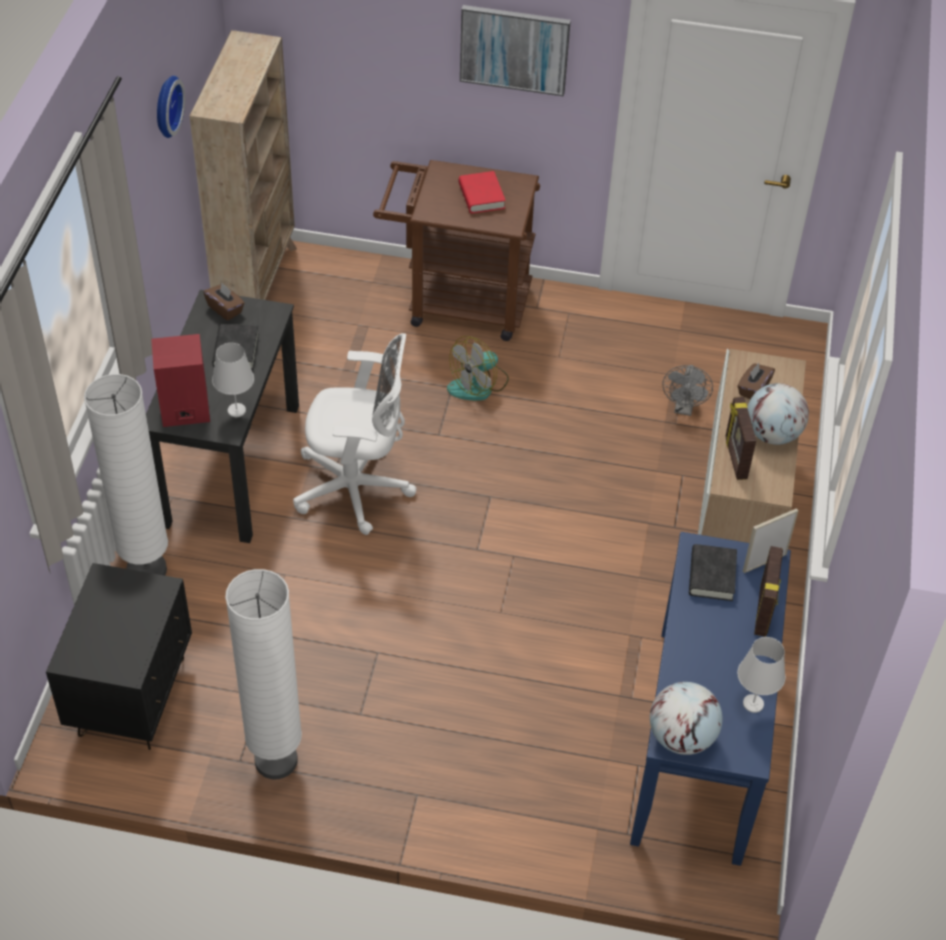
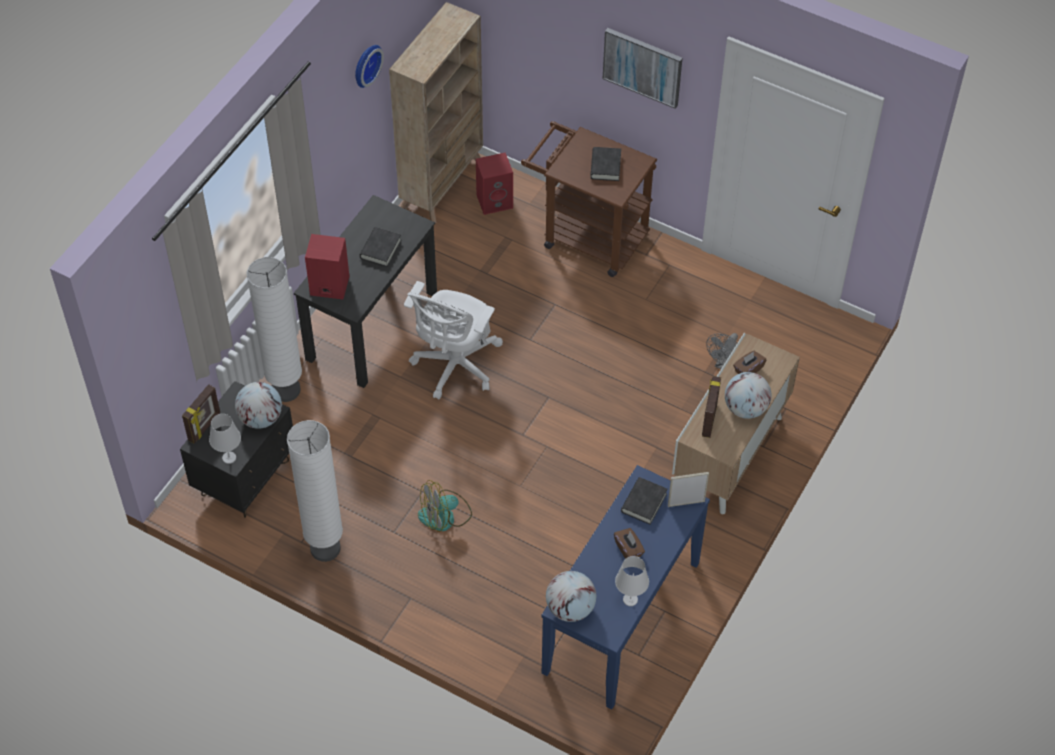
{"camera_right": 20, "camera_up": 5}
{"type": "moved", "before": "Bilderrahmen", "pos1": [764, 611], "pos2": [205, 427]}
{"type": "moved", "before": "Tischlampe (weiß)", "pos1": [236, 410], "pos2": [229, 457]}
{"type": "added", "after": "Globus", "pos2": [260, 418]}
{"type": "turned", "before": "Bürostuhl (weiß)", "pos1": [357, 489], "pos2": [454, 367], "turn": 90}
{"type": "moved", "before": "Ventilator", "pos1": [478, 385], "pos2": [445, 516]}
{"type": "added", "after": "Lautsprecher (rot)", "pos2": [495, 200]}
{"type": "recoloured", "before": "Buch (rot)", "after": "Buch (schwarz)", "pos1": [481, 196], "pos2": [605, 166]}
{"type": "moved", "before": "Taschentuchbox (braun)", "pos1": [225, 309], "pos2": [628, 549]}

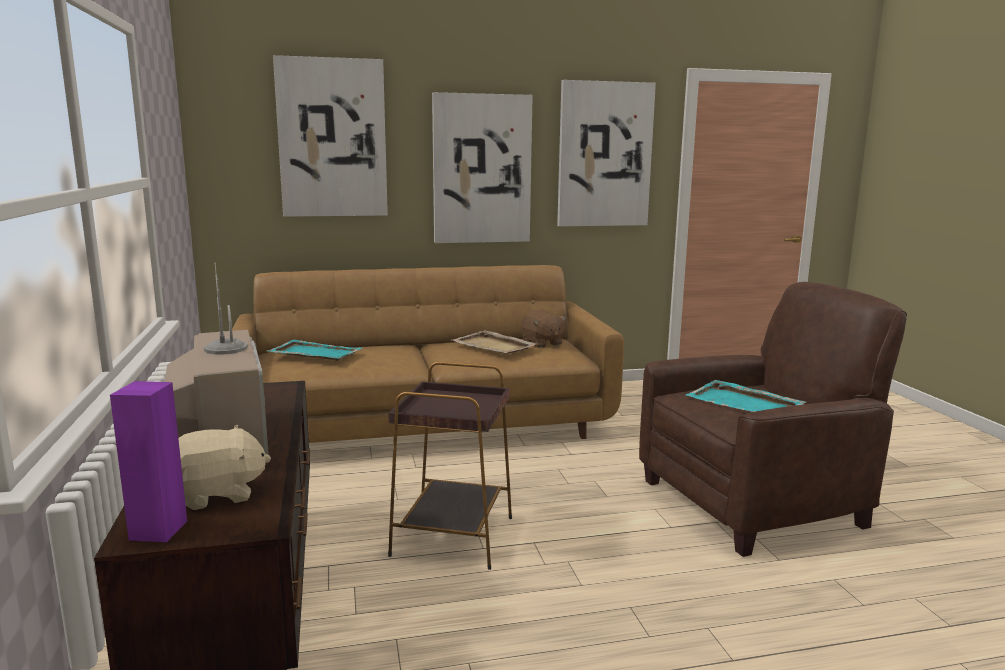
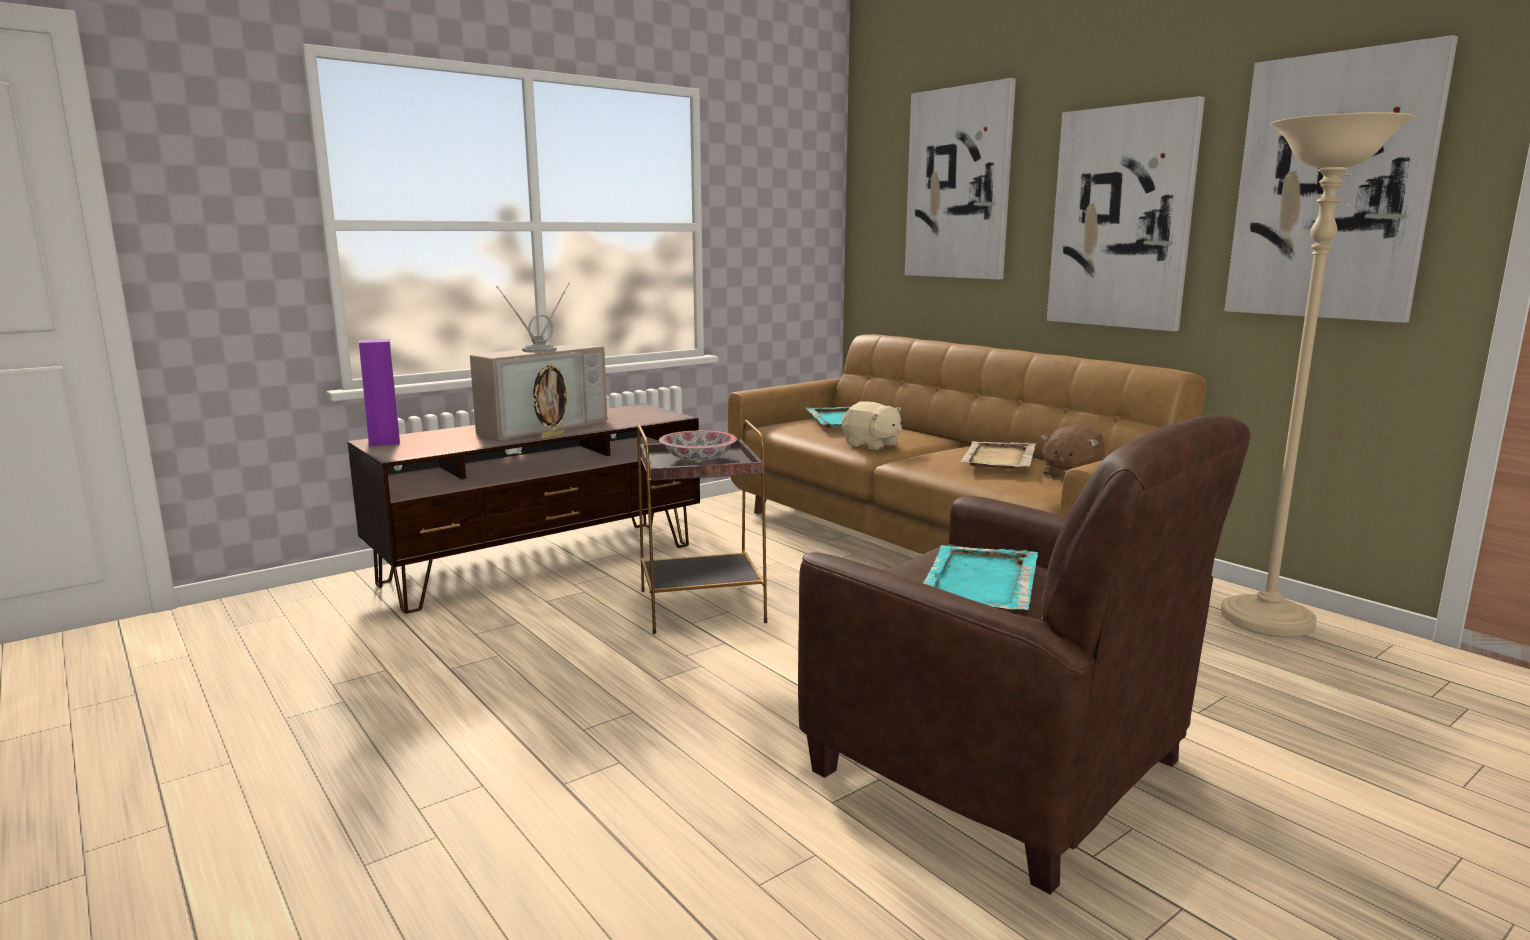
{"camera_right": 65, "camera_up": 0}
{"type": "added", "after": "Bilderrahmen", "pos2": [552, 436]}
{"type": "added", "after": "Schüssel", "pos2": [698, 458]}
{"type": "moved", "before": "Plüschtier (beige)", "pos1": [217, 494], "pos2": [871, 445]}
{"type": "added", "after": "Stehlampe (beige)", "pos2": [1267, 621]}

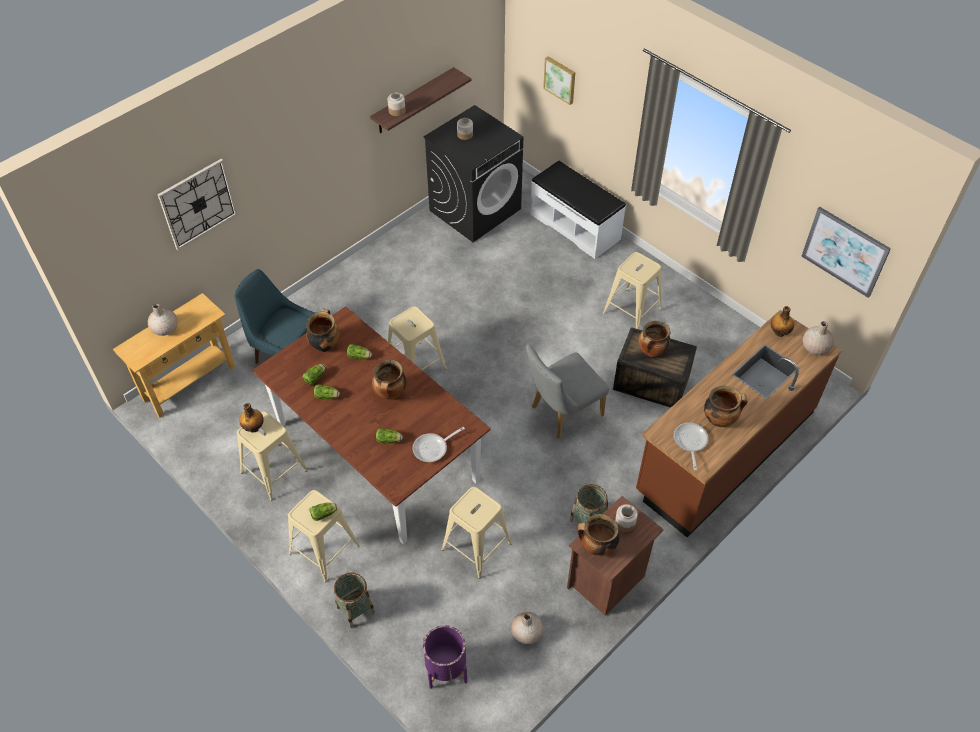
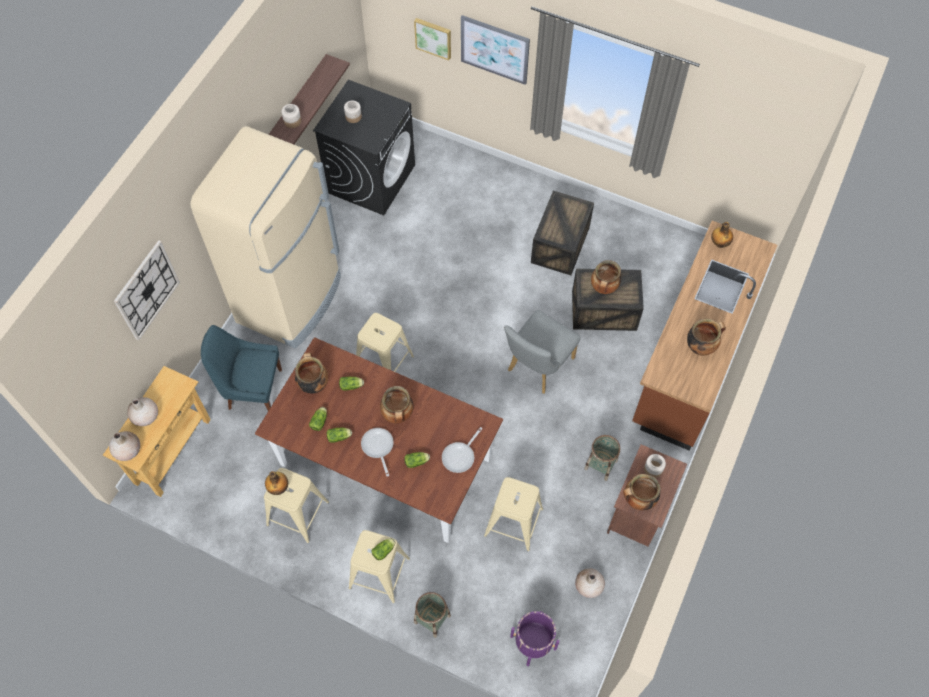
{"camera_right": -20, "camera_up": 10}
{"type": "moved", "before": "Vase (beige)", "pos1": [814, 347], "pos2": [127, 450]}
{"type": "added", "after": "Kühlschrank (beige)", "pos2": [291, 299]}
{"type": "moved", "before": "Pfanne", "pos1": [690, 442], "pos2": [378, 447]}
{"type": "moved", "before": "Bild", "pos1": [845, 251], "pos2": [494, 49]}
{"type": "replaced", "before": "Hocker (beige)", "after": "Kiste", "pos1": [632, 311], "pos2": [560, 244]}
{"type": "removed", "before": "Bank (weiß)", "pos1": [575, 226]}

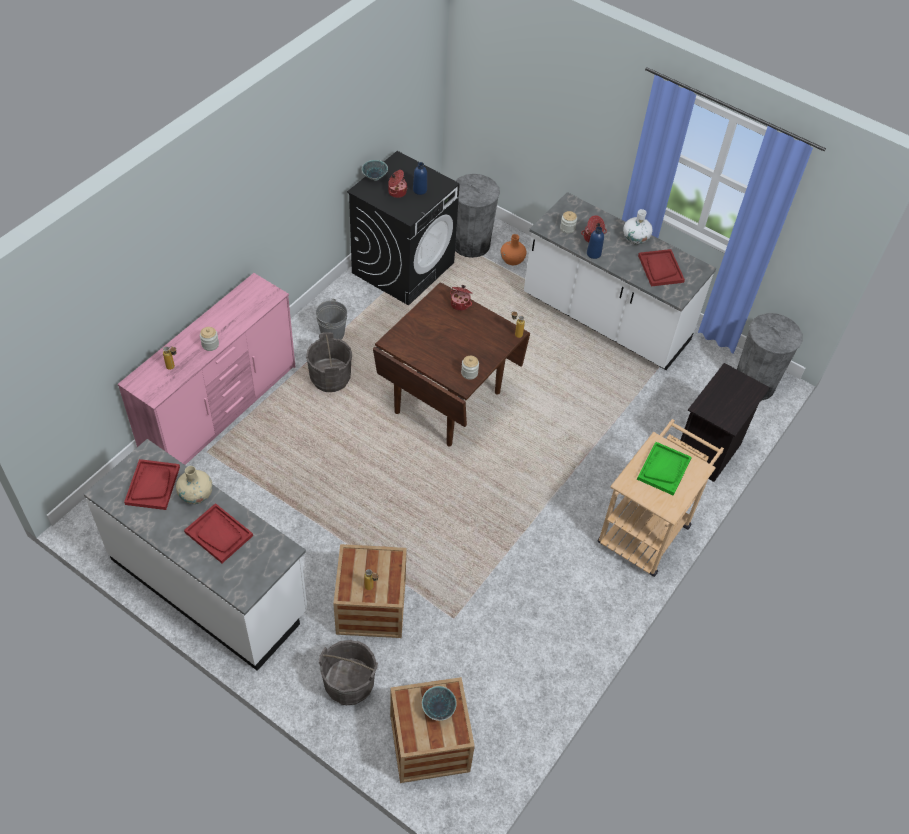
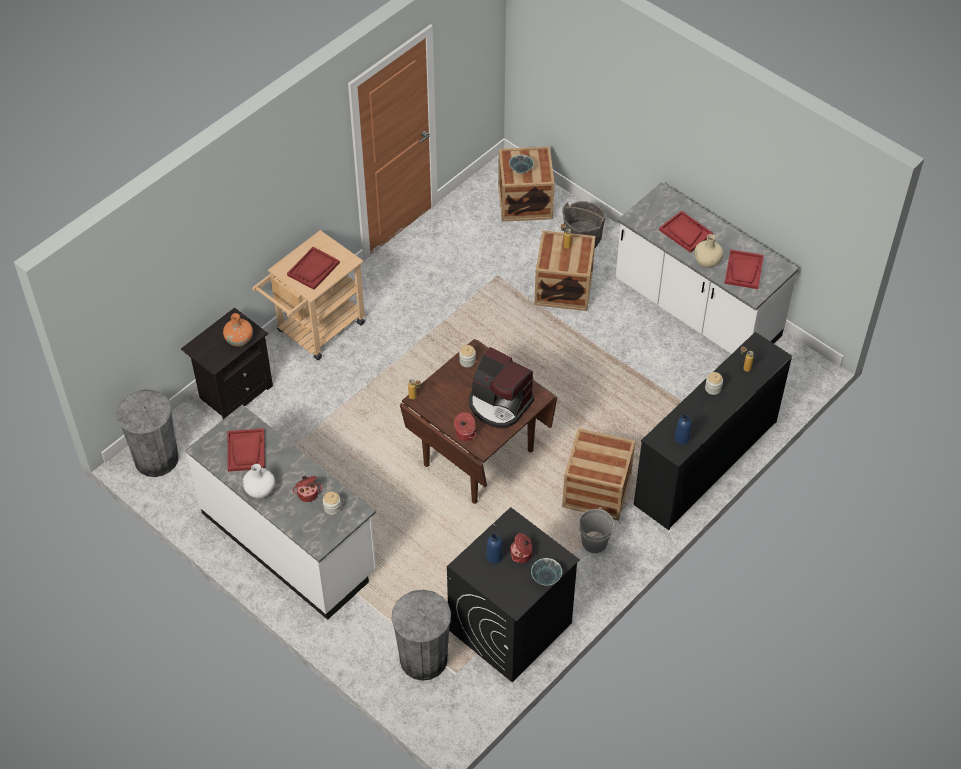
{"camera_right": -170, "camera_up": 0}
{"type": "moved", "before": "Vase (orange)", "pos1": [512, 260], "pos2": [239, 340]}
{"type": "recoloured", "before": "Tablett (grün)", "after": "Tablett (rot)", "pos1": [663, 469], "pos2": [313, 269]}
{"type": "added", "after": "Kaffeemaschine", "pos2": [499, 404]}
{"type": "replaced", "before": "Eimer (grau)", "after": "Kiste", "pos1": [330, 378], "pos2": [597, 490]}
{"type": "recoloured", "before": "Kommode (rosa)", "after": "Kommode (schwarz)", "pos1": [221, 410], "pos2": [704, 462]}
{"type": "moved", "before": "Flasche (blau)", "pos1": [593, 254], "pos2": [682, 438]}

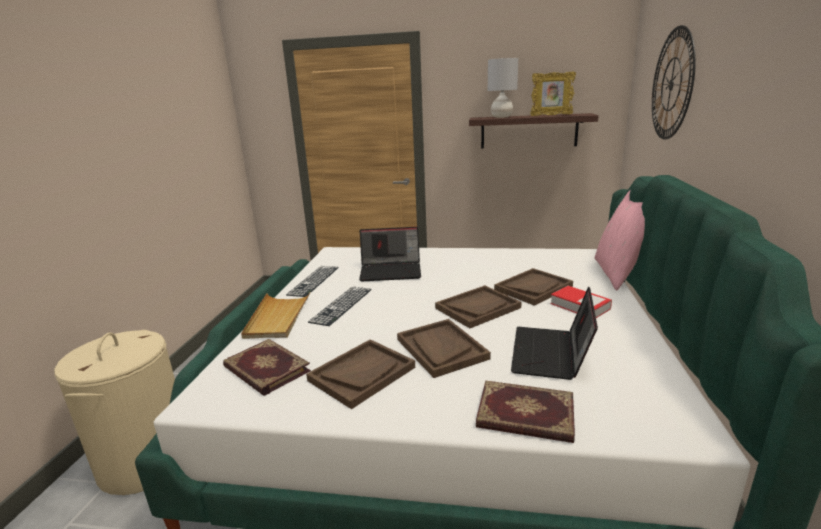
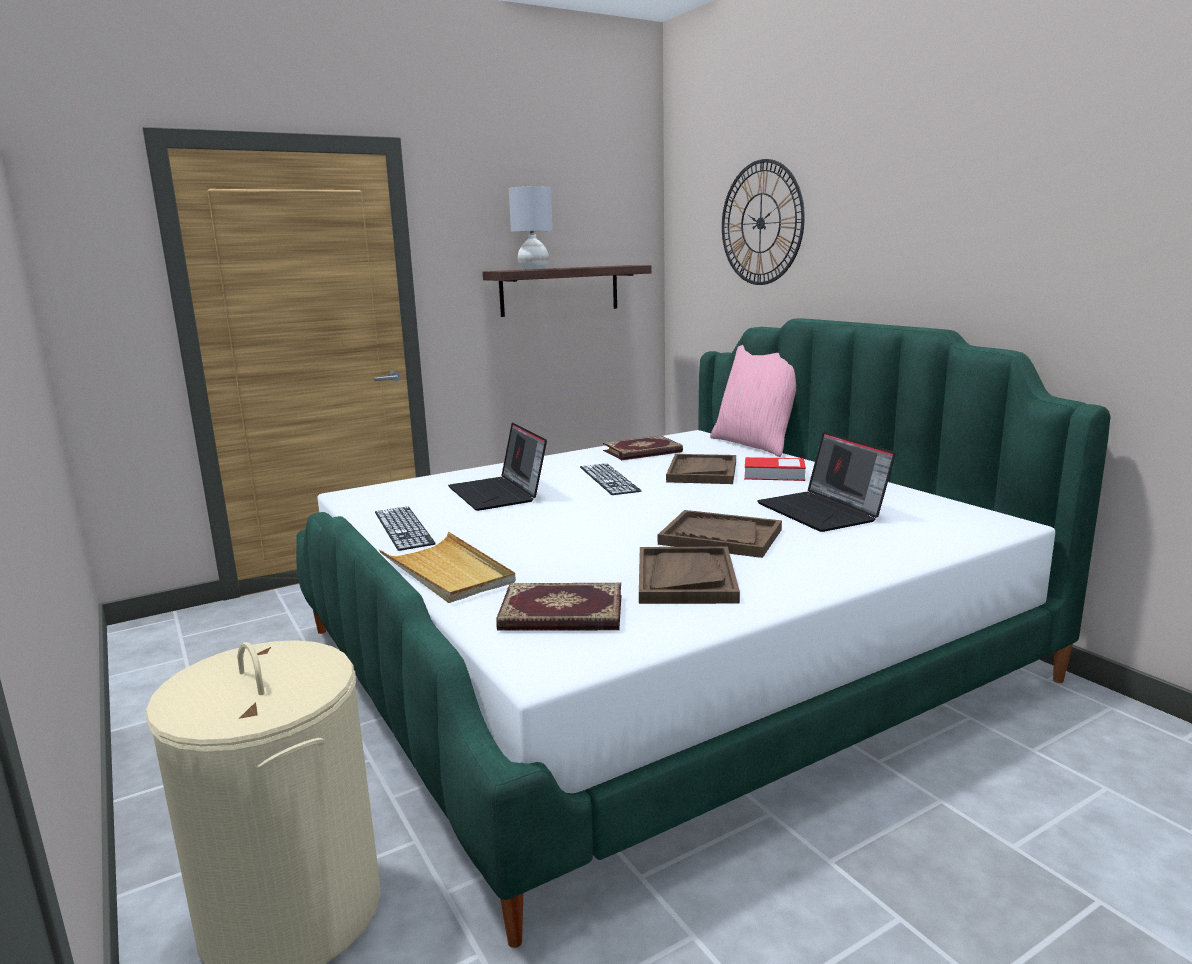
{"camera_right": -40, "camera_up": -5}
{"type": "turned", "before": "Laptop", "pos1": [391, 271], "pos2": [499, 494], "turn": 105}
{"type": "moved", "before": "Tastatur", "pos1": [342, 305], "pos2": [609, 479]}
{"type": "moved", "before": "Buch", "pos1": [525, 415], "pos2": [643, 452]}
{"type": "removed", "before": "Tablett (braun)", "pos1": [478, 308]}
{"type": "removed", "before": "Bilderrahmen", "pos1": [551, 115]}

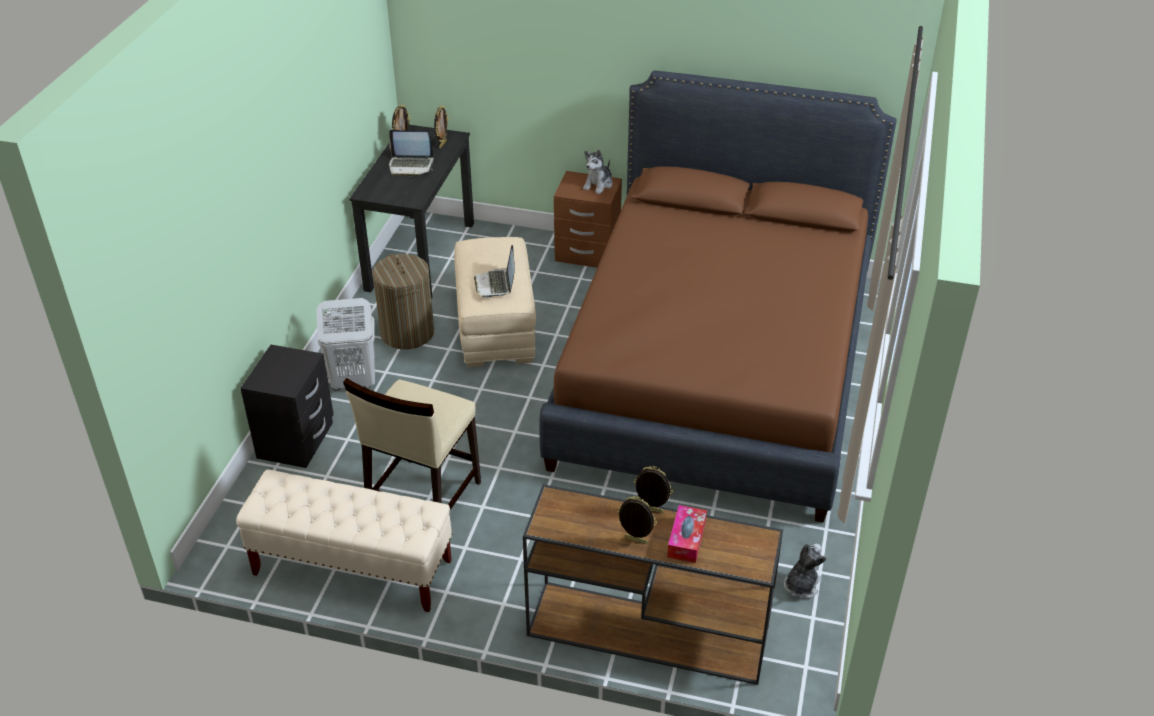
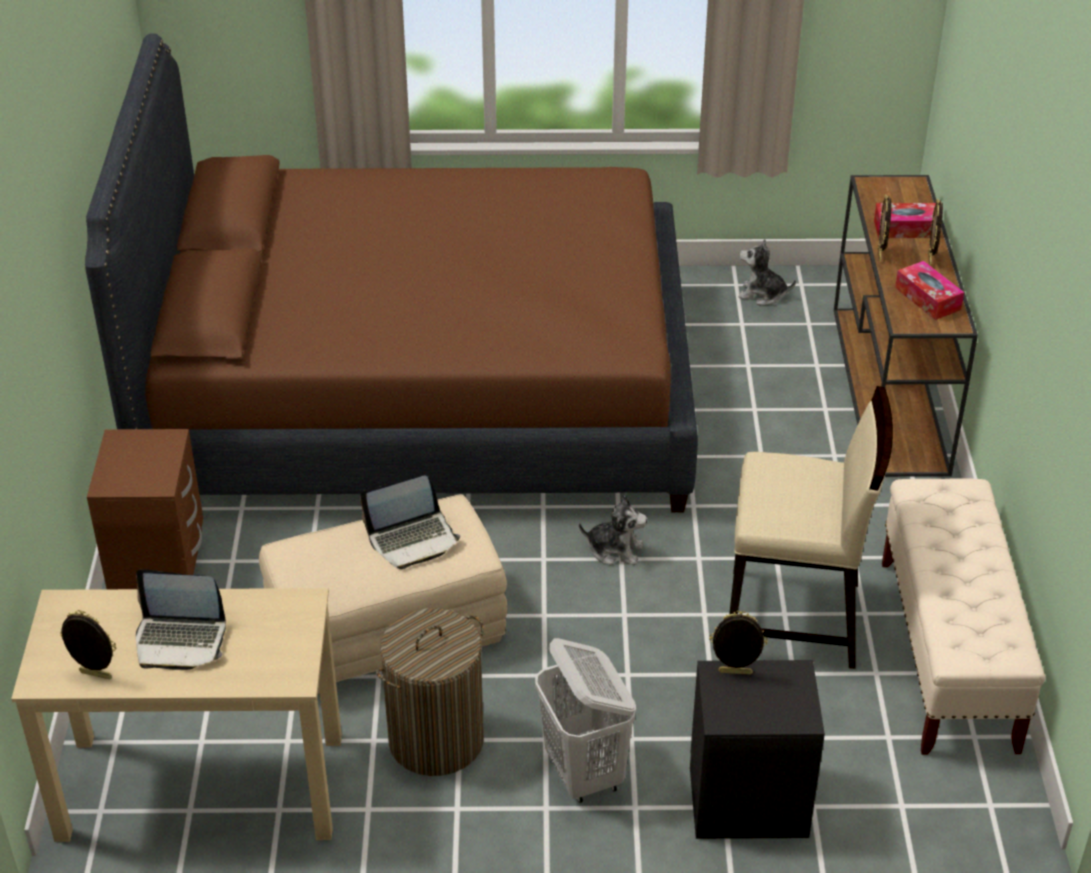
{"camera_right": -105, "camera_up": 0}
{"type": "recoloured", "before": "Schreibtisch (schwarz)", "after": "Schreibtisch (beige)", "pos1": [420, 255], "pos2": [200, 786]}
{"type": "turned", "before": "Laptop", "pos1": [411, 165], "pos2": [180, 640], "turn": 105}
{"type": "moved", "before": "Plüschtier", "pos1": [598, 184], "pos2": [615, 550]}
{"type": "moved", "before": "Bilderrahmen", "pos1": [442, 144], "pos2": [735, 673]}
{"type": "added", "after": "Taschentuchbox", "pos2": [927, 298]}

